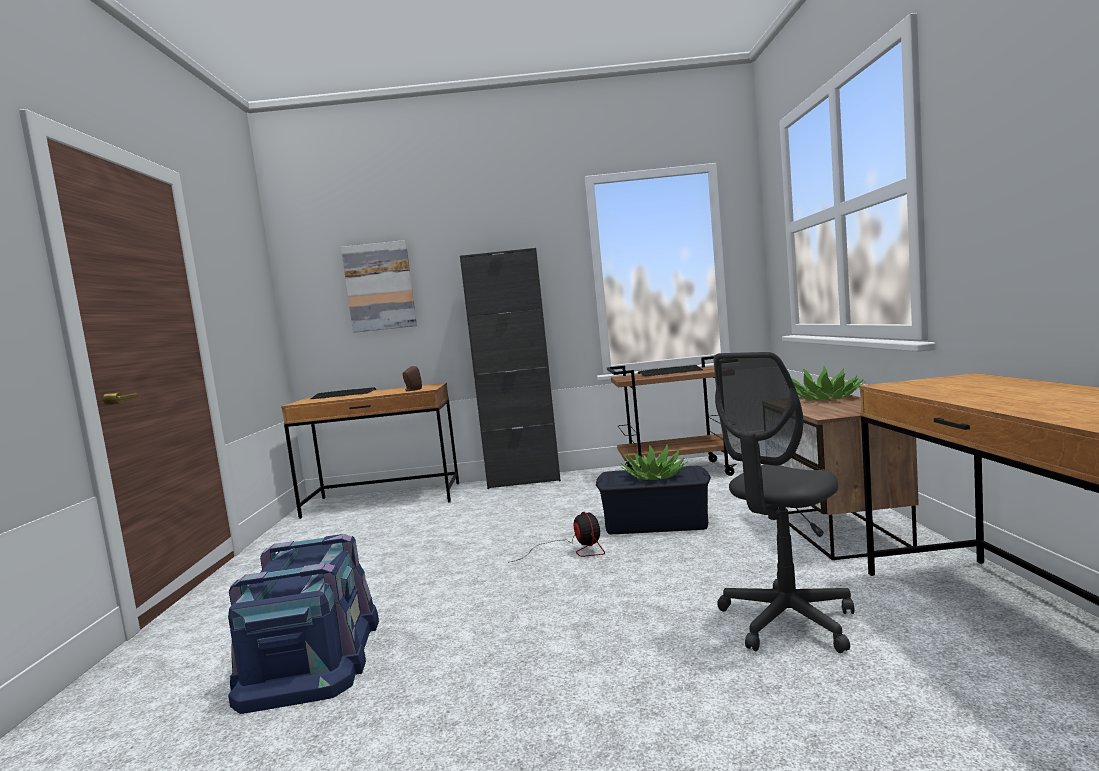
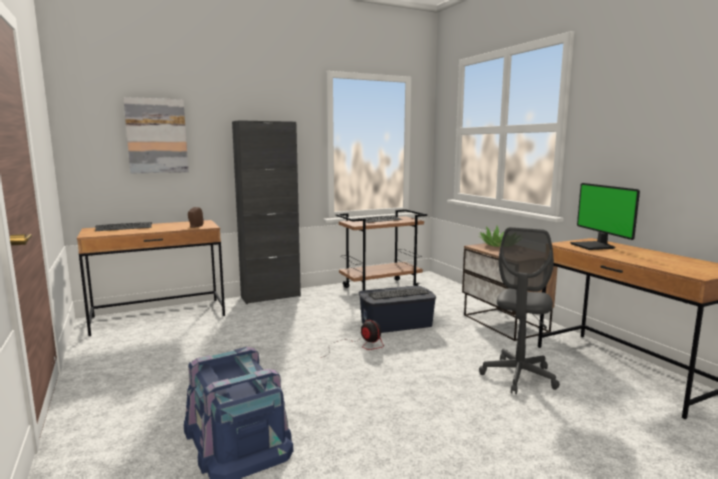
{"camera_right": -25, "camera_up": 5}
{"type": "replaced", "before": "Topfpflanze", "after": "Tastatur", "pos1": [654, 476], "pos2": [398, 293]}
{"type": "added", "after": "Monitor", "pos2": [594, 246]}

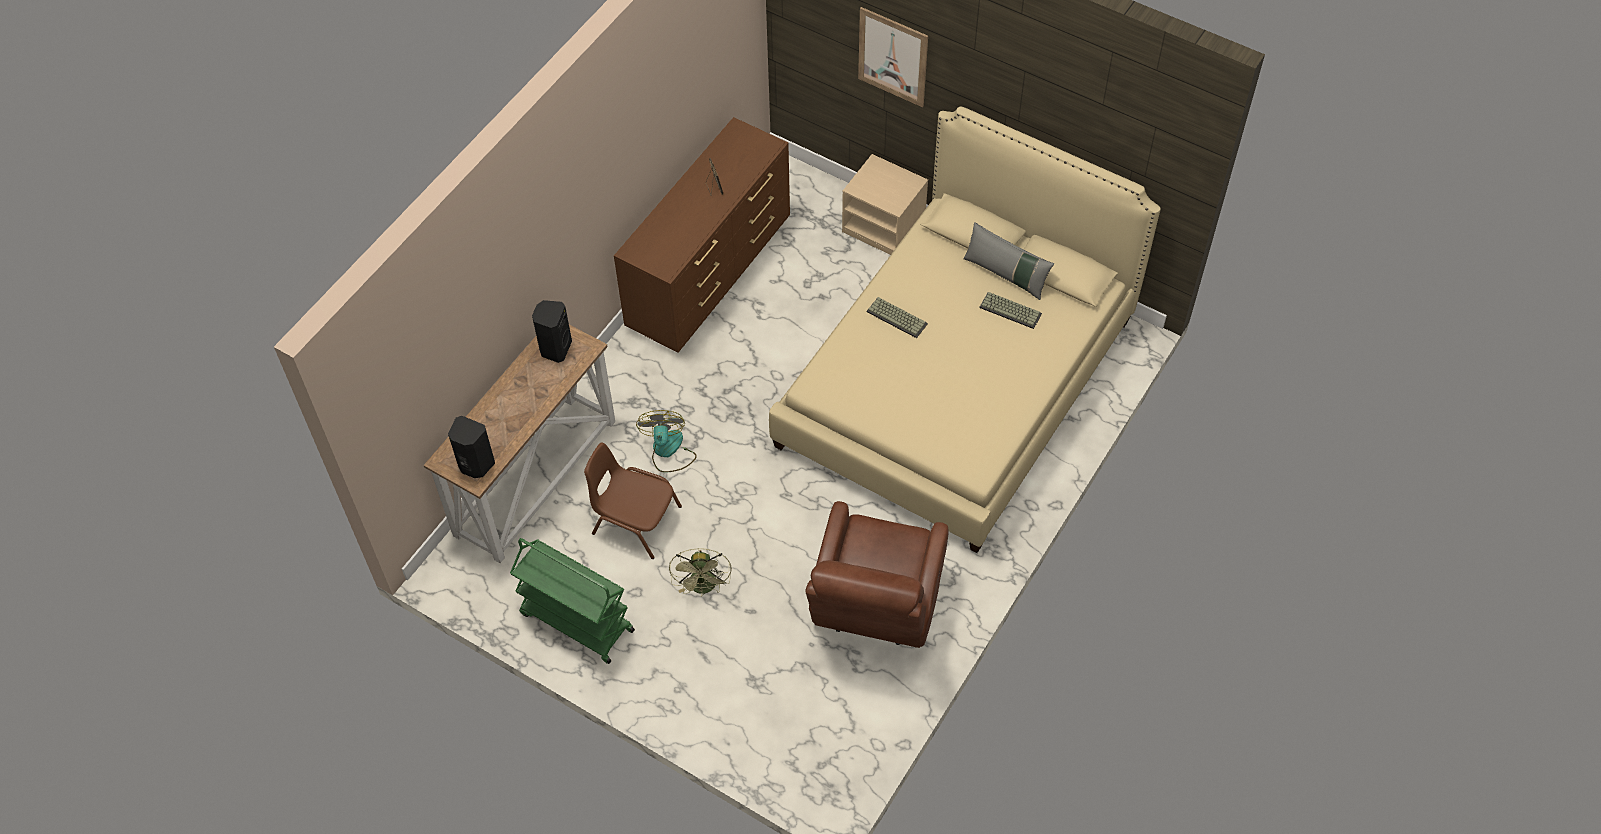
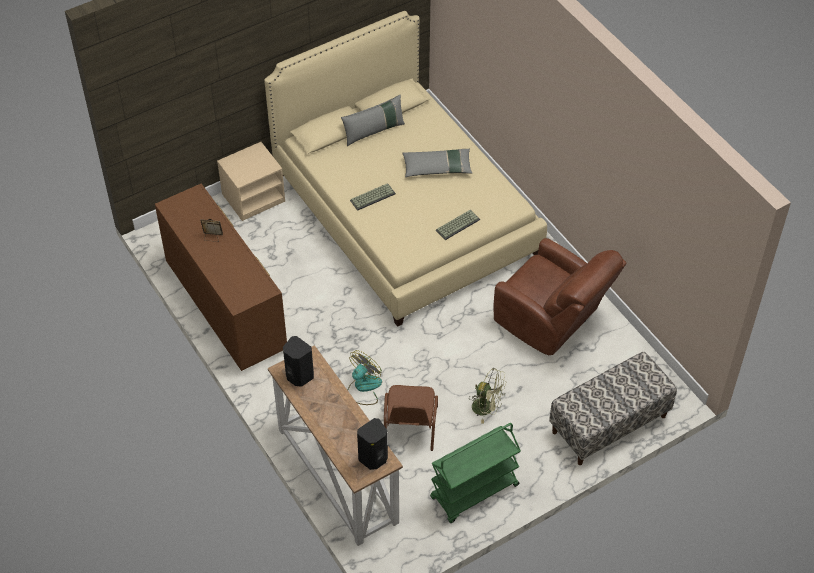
{"camera_right": -65, "camera_up": -5}
{"type": "turned", "before": "Ventilator", "pos1": [668, 451], "pos2": [363, 387], "turn": 105}
{"type": "turned", "before": "Stuhl (braun)", "pos1": [635, 520], "pos2": [409, 428], "turn": -45}
{"type": "added", "after": "Kissen (grau)", "pos2": [437, 168]}
{"type": "moved", "before": "Tastatur", "pos1": [1011, 310], "pos2": [457, 224]}
{"type": "added", "after": "Bank", "pos2": [609, 424]}
{"type": "removed", "before": "Bild", "pos1": [892, 57]}

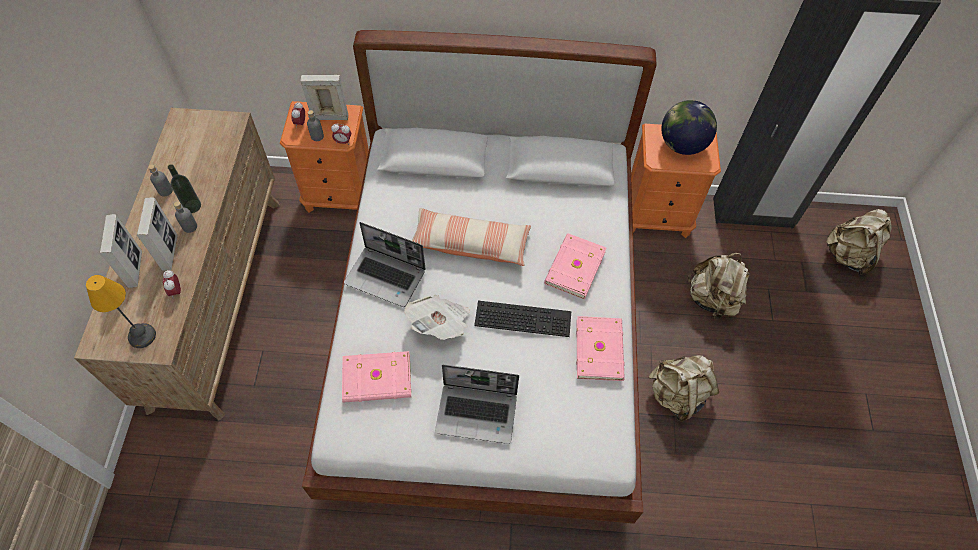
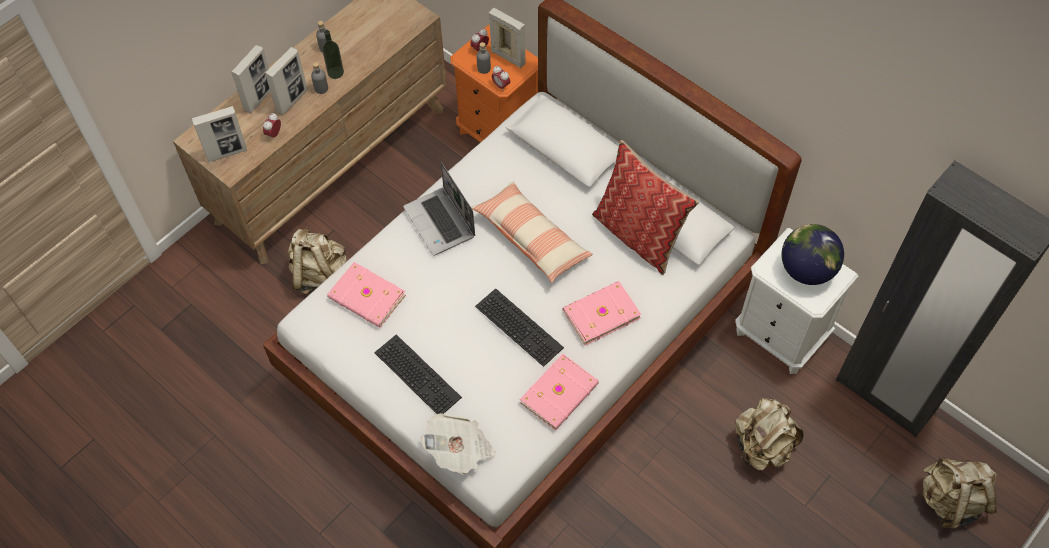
{"camera_right": 40, "camera_up": 0}
{"type": "replaced", "before": "Tischlampe", "after": "Bilderrahmen", "pos1": [142, 335], "pos2": [227, 153]}
{"type": "moved", "before": "Rucksack (beige)", "pos1": [677, 395], "pos2": [320, 276]}
{"type": "replaced", "before": "Laptop", "after": "Tastatur", "pos1": [477, 413], "pos2": [419, 374]}
{"type": "moved", "before": "Zeitung", "pos1": [440, 324], "pos2": [460, 450]}
{"type": "added", "after": "Kissen", "pos2": [639, 235]}
{"type": "recoloured", "before": "Nachttisch (orange)", "after": "Nachttisch (weiß)", "pos1": [657, 216], "pos2": [780, 335]}

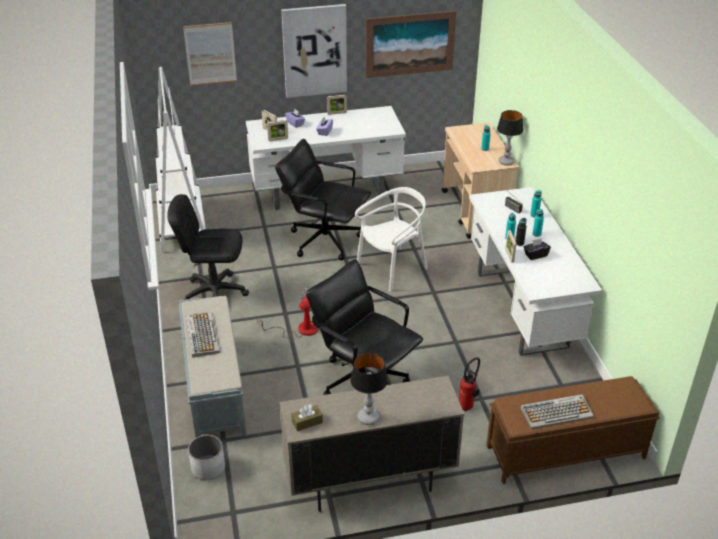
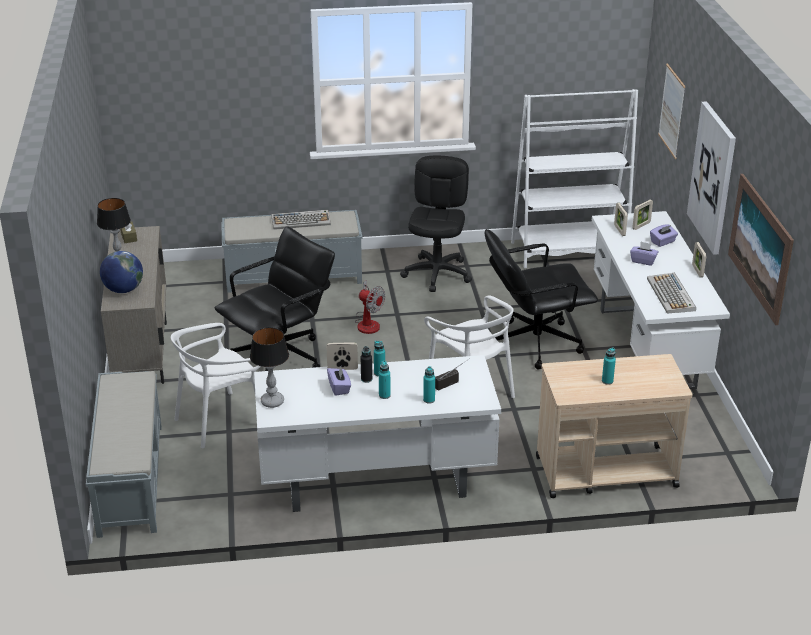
{"camera_right": 95, "camera_up": -5}
{"type": "recoloured", "before": "Bank (braun)", "after": "Bank (grau)", "pos1": [564, 452], "pos2": [130, 478]}
{"type": "added", "after": "Globus", "pos2": [123, 290]}
{"type": "replaced", "before": "Feuerlöscher", "after": "Stuhl (weiß)", "pos1": [468, 406], "pos2": [220, 421]}
{"type": "moved", "before": "Tischlampe", "pos1": [506, 162], "pos2": [272, 402]}
{"type": "recoloured", "before": "Taschentuchbox (schwarz)", "after": "Taschentuchbox (lila)", "pos1": [535, 255], "pos2": [339, 388]}
{"type": "turned", "before": "Bürostuhl (schwarz)", "pos1": [324, 240], "pos2": [534, 343], "turn": -135}
{"type": "moved", "before": "Tastatur", "pos1": [557, 412], "pos2": [671, 295]}
{"type": "removed", "before": "Pflanzkübel (weiß)", "pos1": [208, 467]}

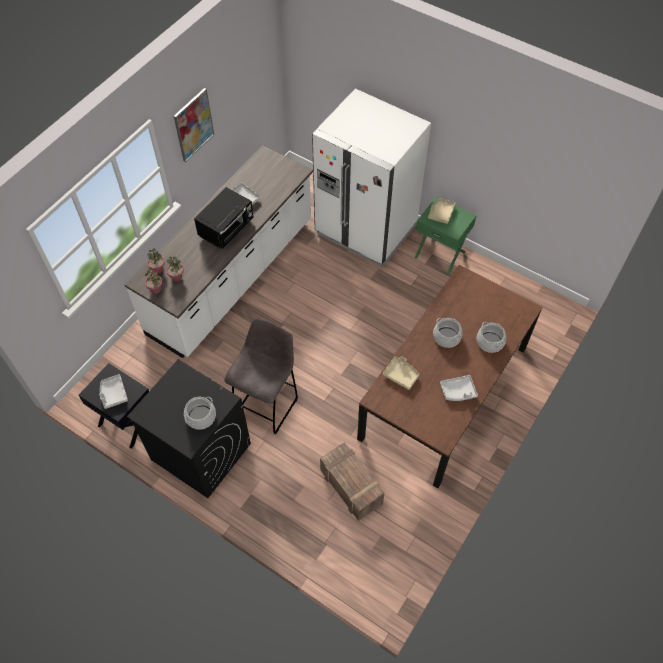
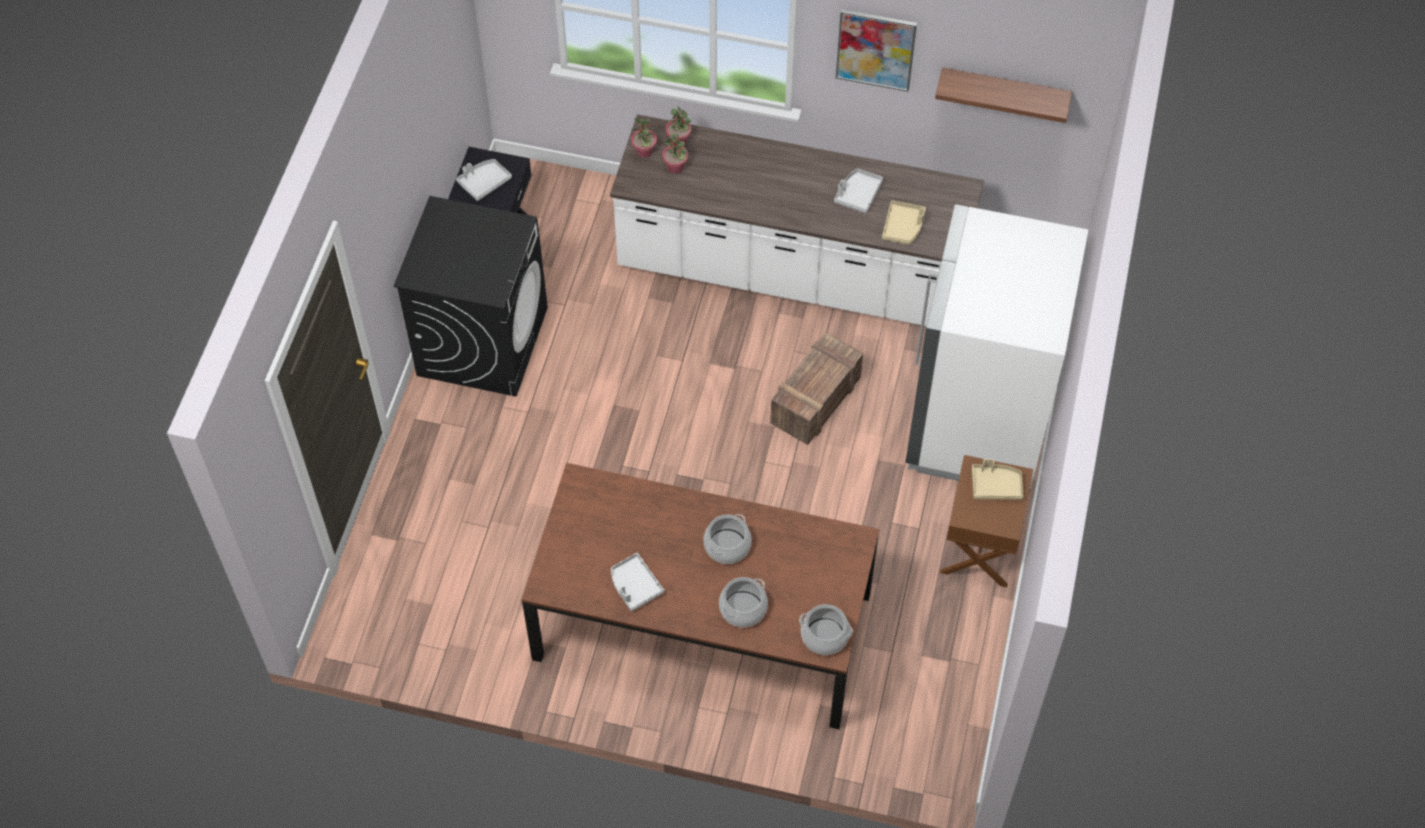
{"camera_right": 70, "camera_up": 0}
{"type": "moved", "before": "Kiste", "pos1": [350, 486], "pos2": [816, 399]}
{"type": "moved", "before": "Kochtopf", "pos1": [201, 417], "pos2": [824, 636]}
{"type": "moved", "before": "Tablett (beige)", "pos1": [401, 375], "pos2": [903, 227]}
{"type": "added", "after": "Wandregal", "pos2": [1004, 92]}
{"type": "recoloured", "before": "Nachttisch (grün)", "after": "Nachttisch (braun)", "pos1": [440, 254], "pos2": [981, 549]}
{"type": "removed", "before": "Mikrowelle (schwarz)", "pos1": [227, 229]}
{"type": "removed", "before": "Hocker (grau)", "pos1": [267, 405]}

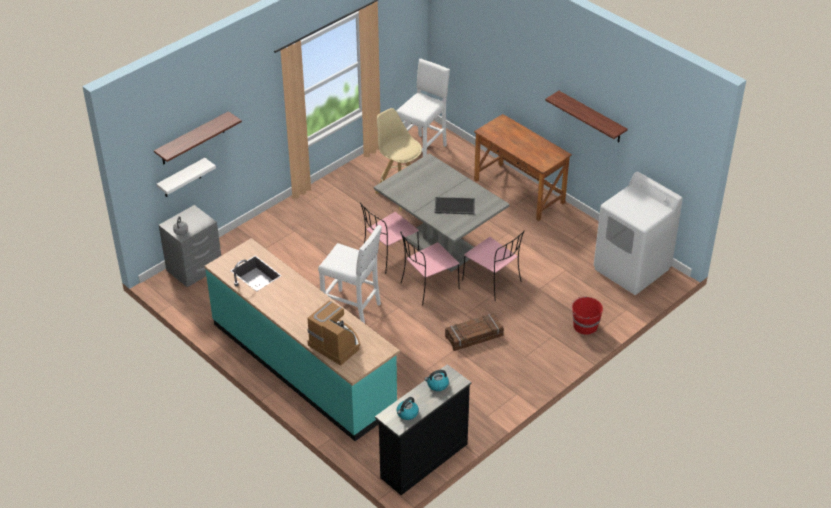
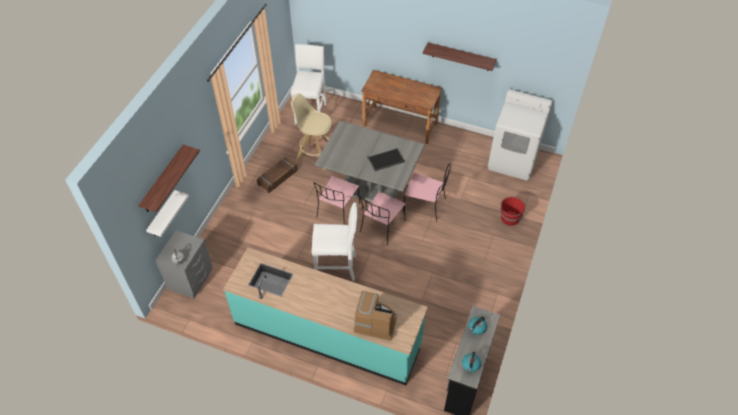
{"camera_right": -25, "camera_up": 10}
{"type": "moved", "before": "Kiste", "pos1": [474, 336], "pos2": [278, 178]}

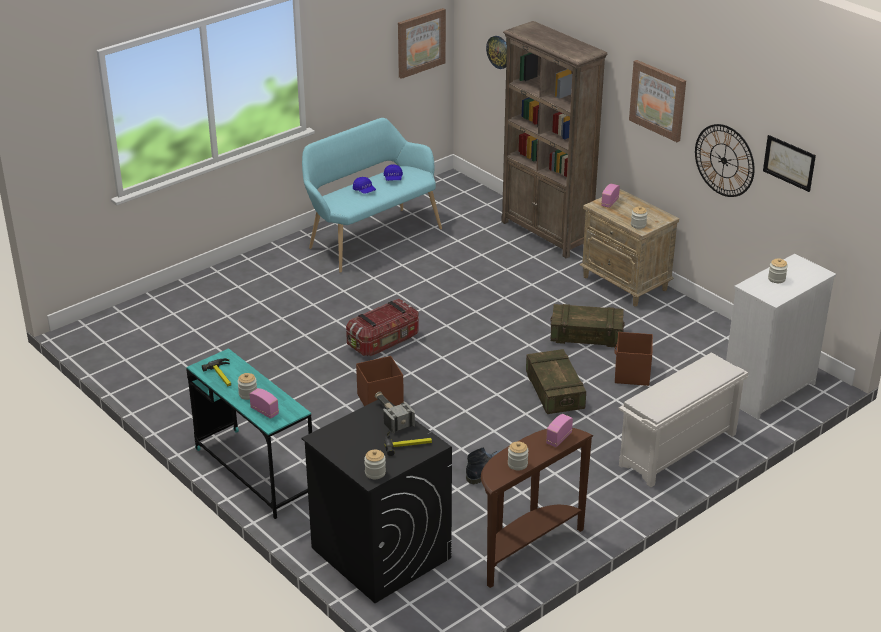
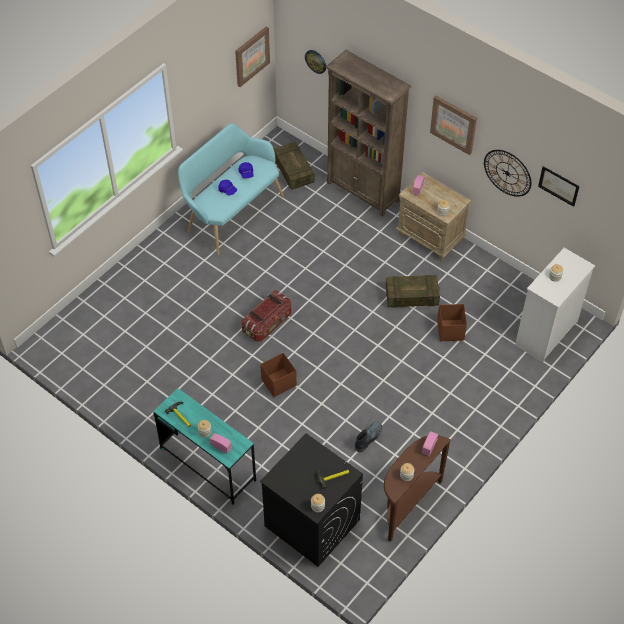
{"camera_right": -10, "camera_up": 20}
{"type": "moved", "before": "Kiste", "pos1": [555, 392], "pos2": [293, 171]}
{"type": "removed", "before": "Hammer", "pos1": [391, 415]}
{"type": "removed", "before": "Schuhregal (weiß)", "pos1": [677, 451]}

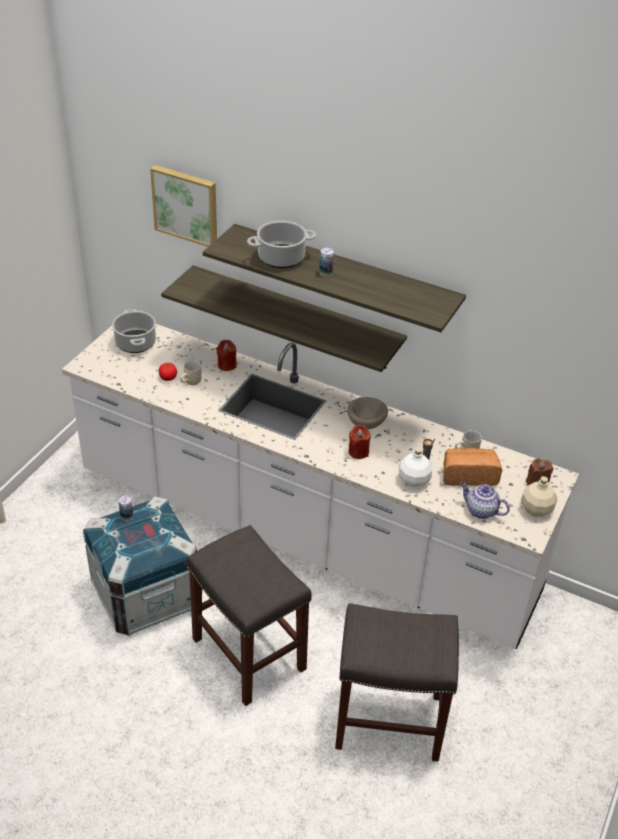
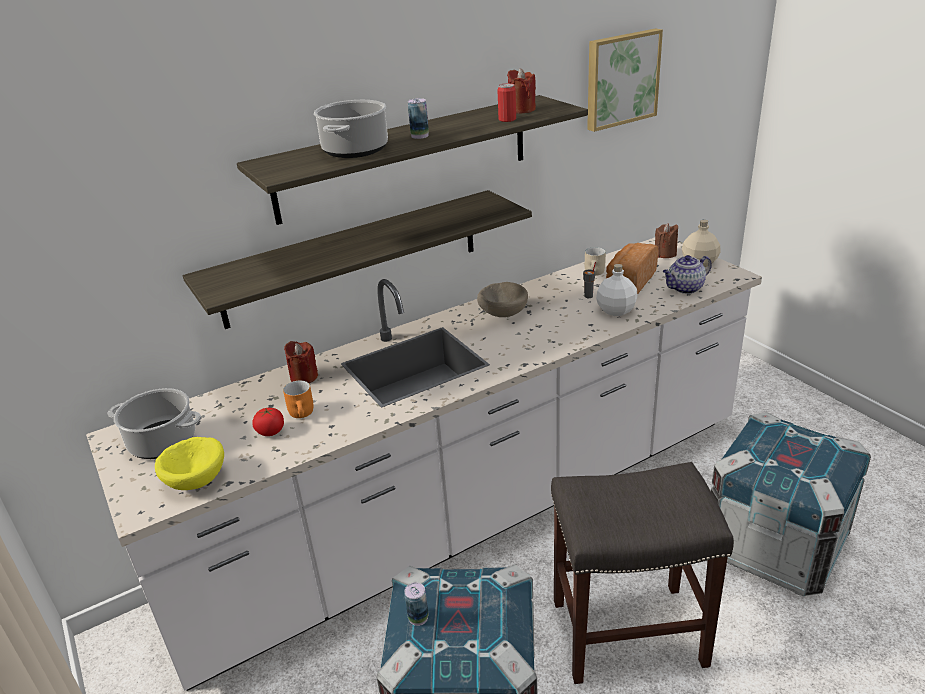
{"camera_right": -55, "camera_up": -10}
{"type": "added", "after": "Schüssel (gelb)", "pos2": [197, 479]}
{"type": "recoloured", "before": "Henkelbecher (beige)", "after": "Henkelbecher (orange)", "pos1": [191, 382], "pos2": [303, 414]}
{"type": "added", "after": "Dose", "pos2": [507, 119]}
{"type": "moved", "before": "Kerze (rot)", "pos1": [358, 452], "pos2": [521, 109]}
{"type": "moved", "before": "Bild", "pos1": [186, 205], "pos2": [621, 79]}
{"type": "replaced", "before": "Hocker (grau)", "after": "Kiste", "pos1": [387, 721], "pos2": [774, 546]}

